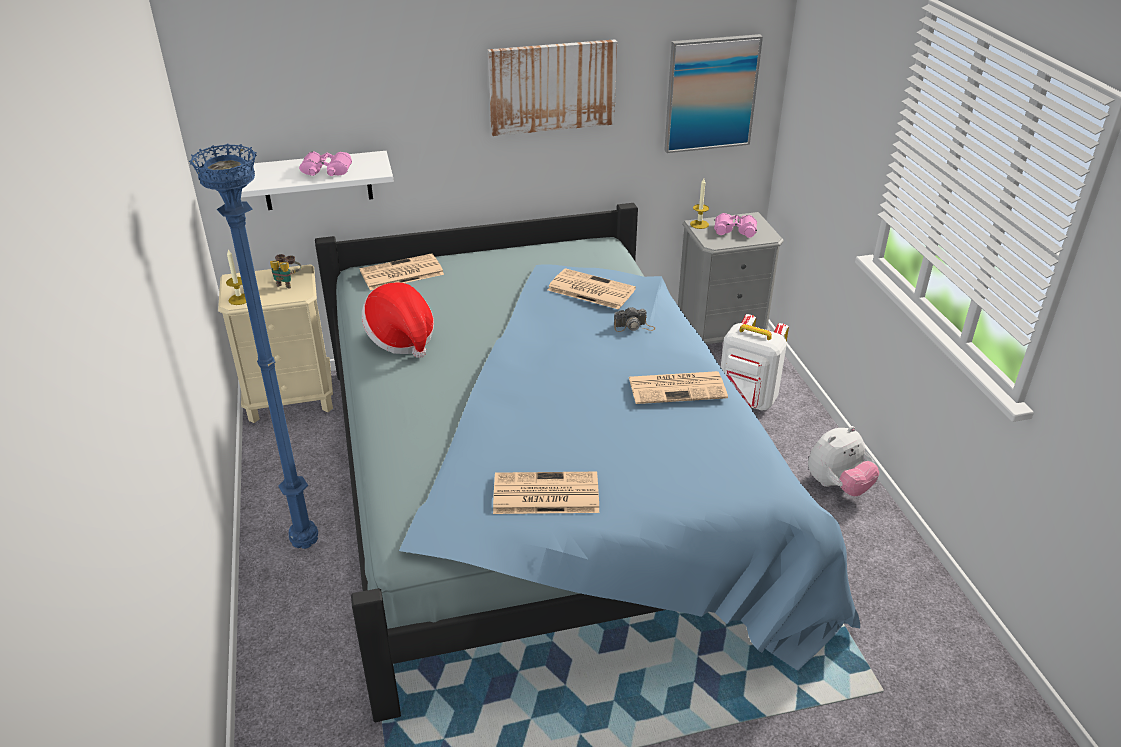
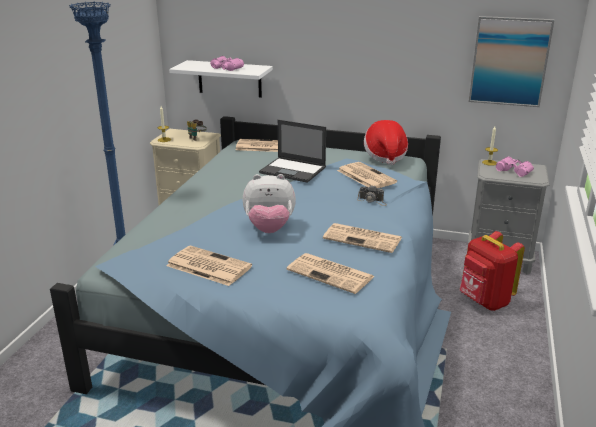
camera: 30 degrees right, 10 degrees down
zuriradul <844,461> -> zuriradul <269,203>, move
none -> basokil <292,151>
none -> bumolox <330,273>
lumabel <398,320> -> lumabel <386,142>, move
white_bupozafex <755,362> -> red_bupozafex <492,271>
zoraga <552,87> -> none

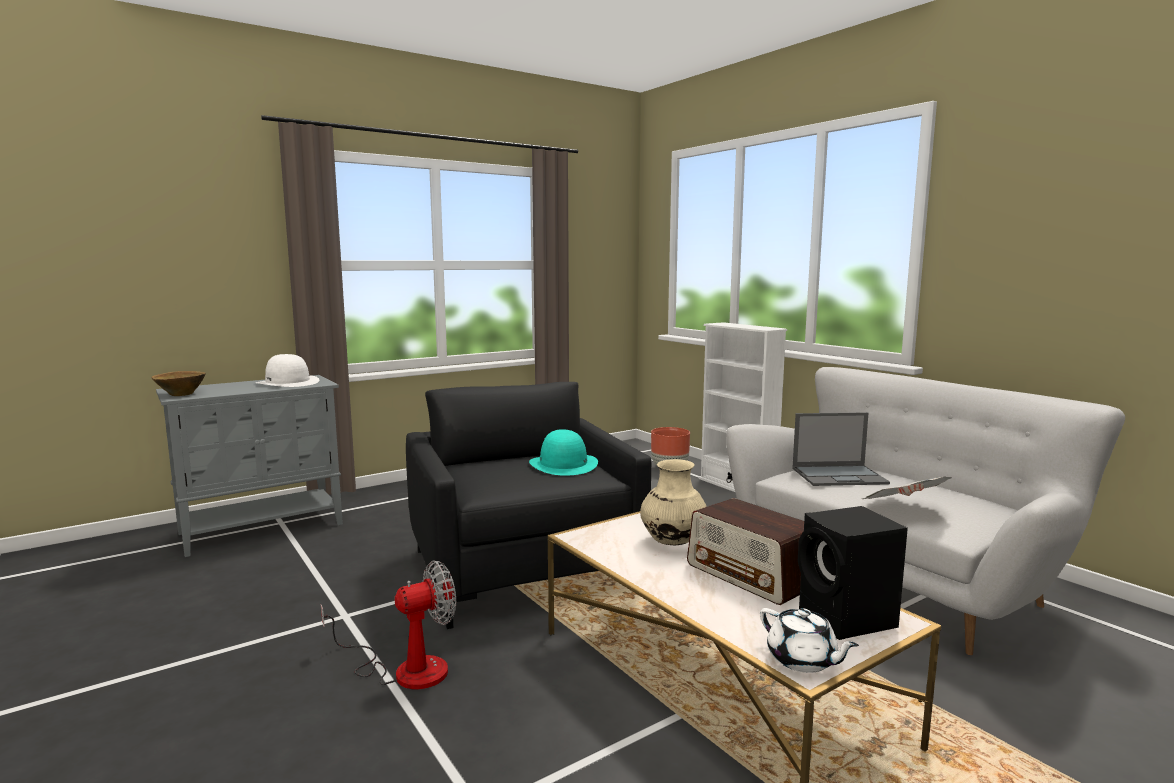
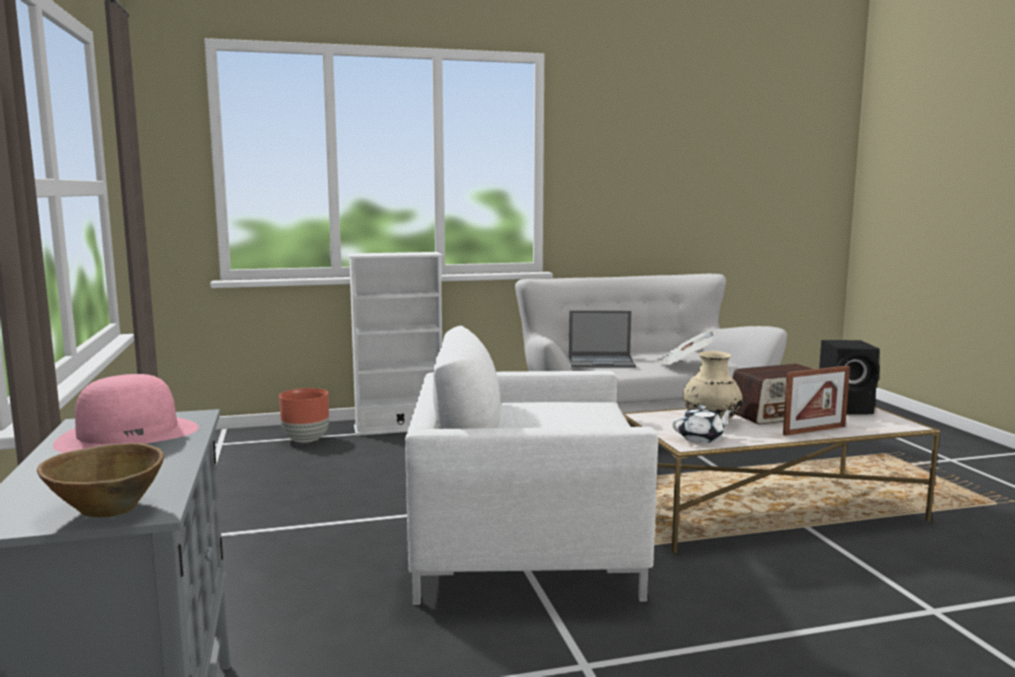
camera: 70 degrees left, 0 degrees up
white_lumabel <287,370> -> pink_lumabel <126,413>
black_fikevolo <528,505> -> white_fikevolo <531,465>
basokil <841,449> -> basokil <602,339>, 75 degrees clockwise
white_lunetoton <809,640> -> white_lunetoton <702,424>, move
none -> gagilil <816,400>
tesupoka <388,625> -> none
turquoise_lumabel <563,452> -> none

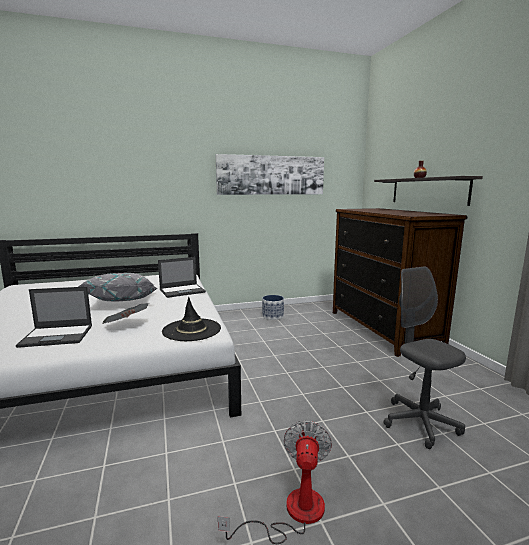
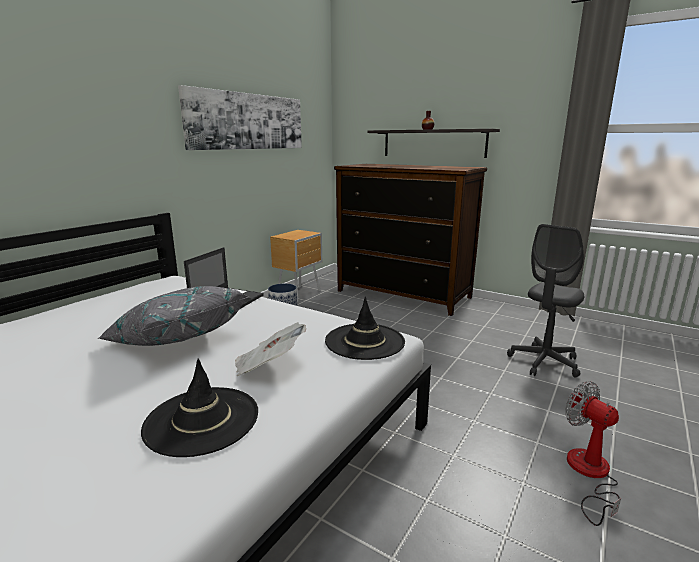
camera: 40 degrees left, 5 degrees up
basokil <54,317> -> black_lumabel <199,408>
none -> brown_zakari <296,266>
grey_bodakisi <424,357> -> grey_bodakisi <545,301>, 75 degrees counterclockwise

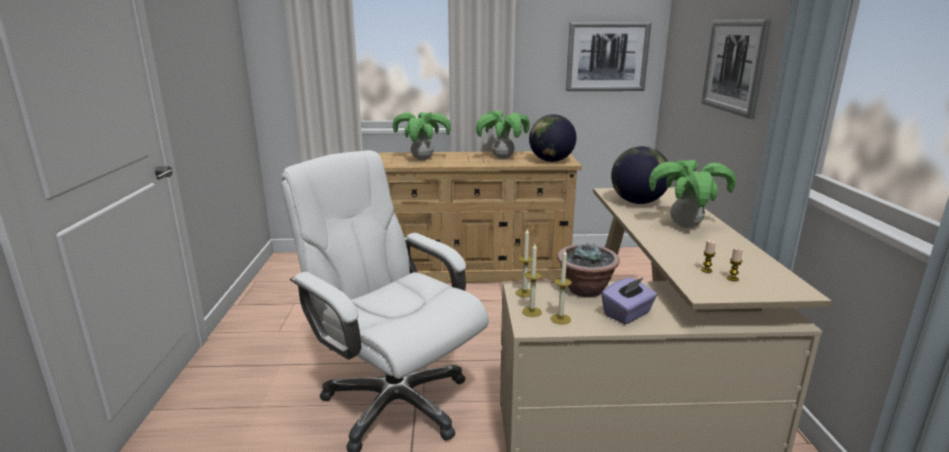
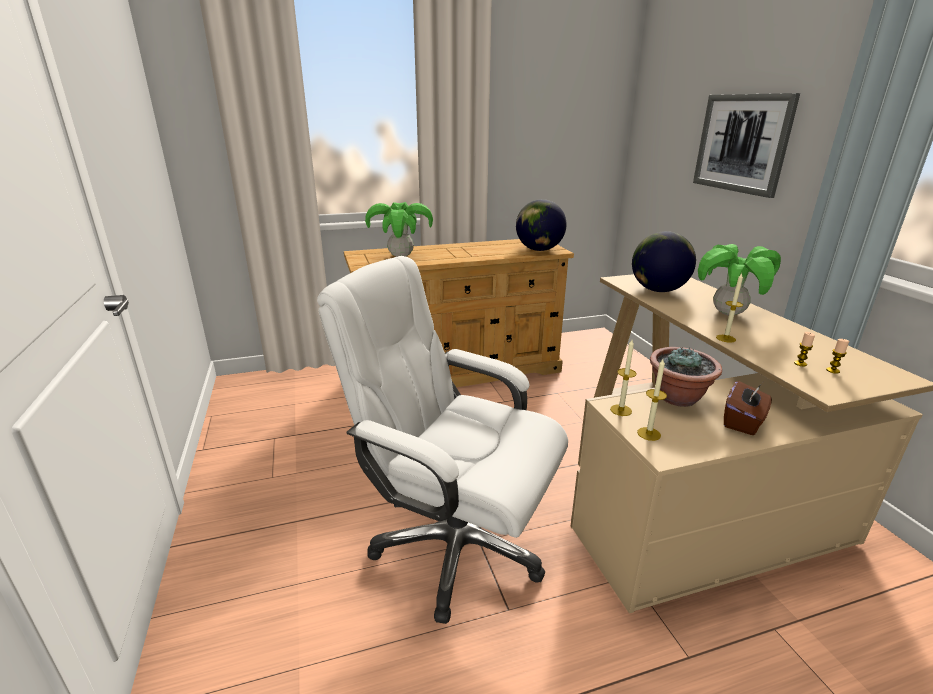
camera: 15 degrees left, 5 degrees up
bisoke <561,287> -> bisoke <729,308>, move
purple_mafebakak <629,300> -> brown_mafebakak <748,408>
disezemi <503,134> -> none
zoraga <608,56> -> none

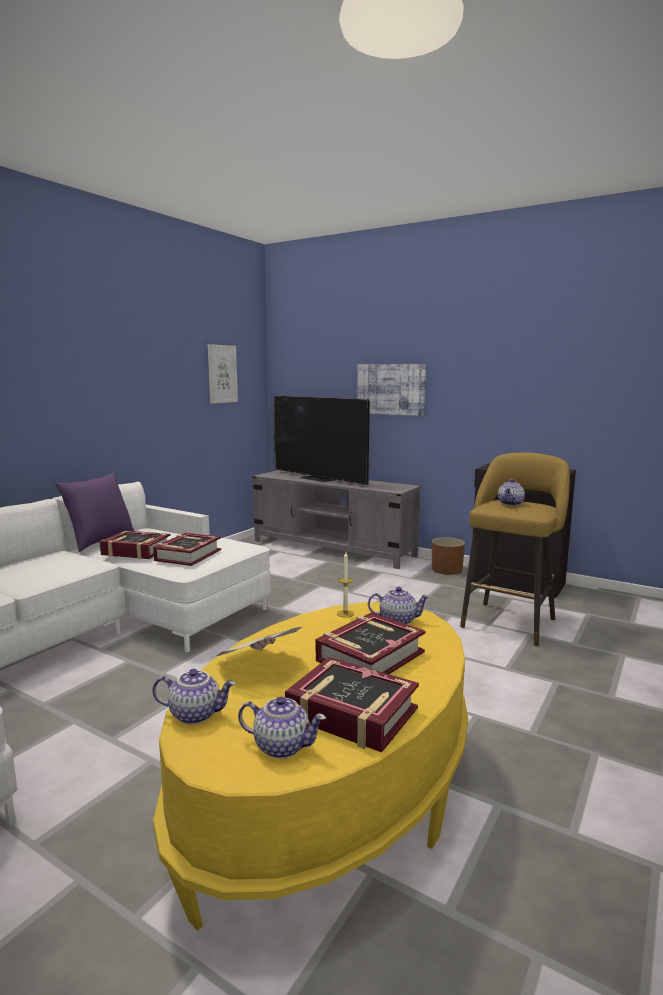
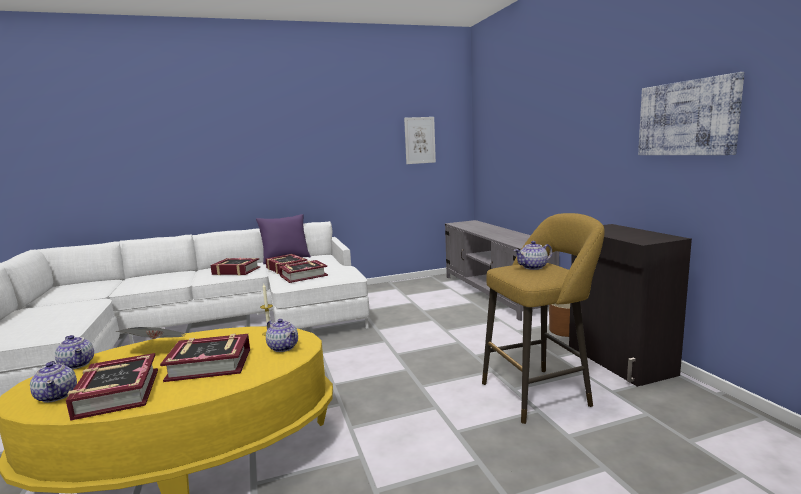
camera: 40 degrees right, 0 degrees up
none -> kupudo <235,266>
zoraga <391,390> -> zoraga <691,113>, move
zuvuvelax <322,440> -> none

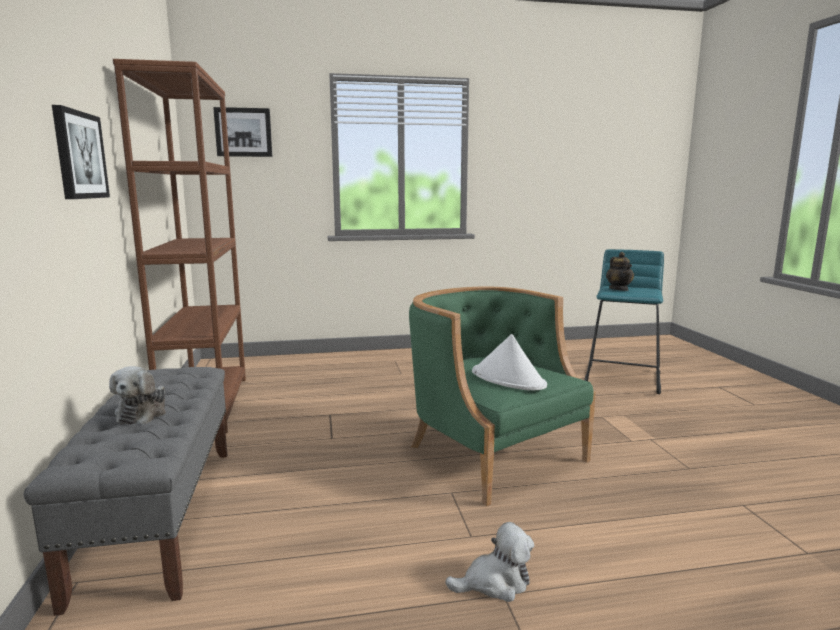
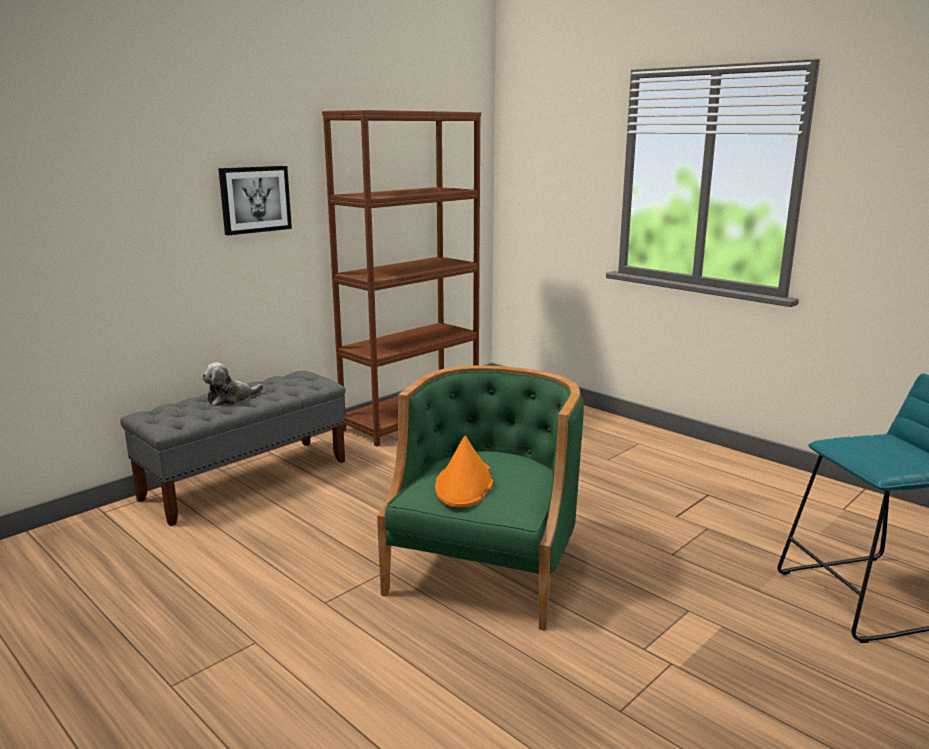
camera: 55 degrees right, 5 degrees up
white_lumabel <509,362> -> orange_lumabel <464,471>
zoraga <242,132> -> none
zuriradul <489,562> -> none
lunetoton <620,271> -> none

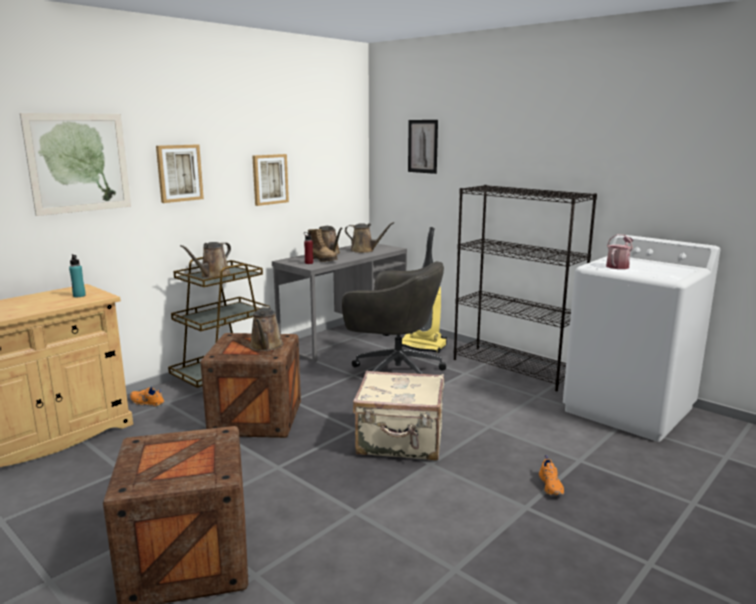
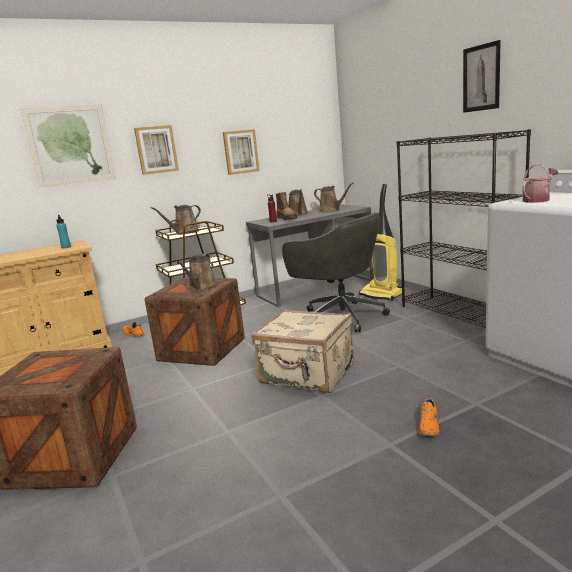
camera: 20 degrees right, 0 degrees up
zoraga <423,147> -> zoraga <482,76>, move

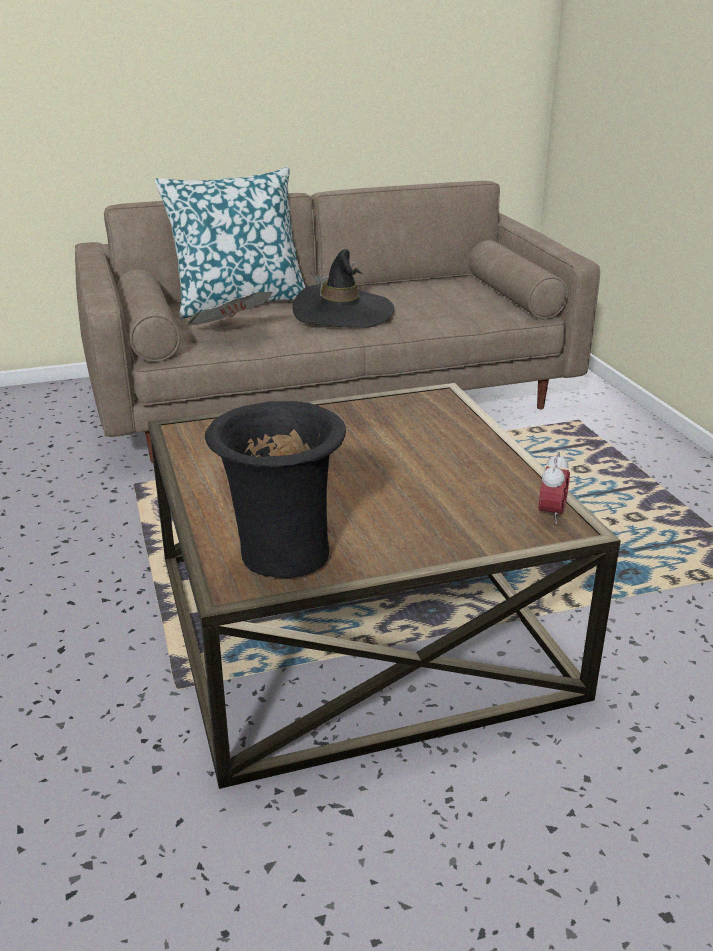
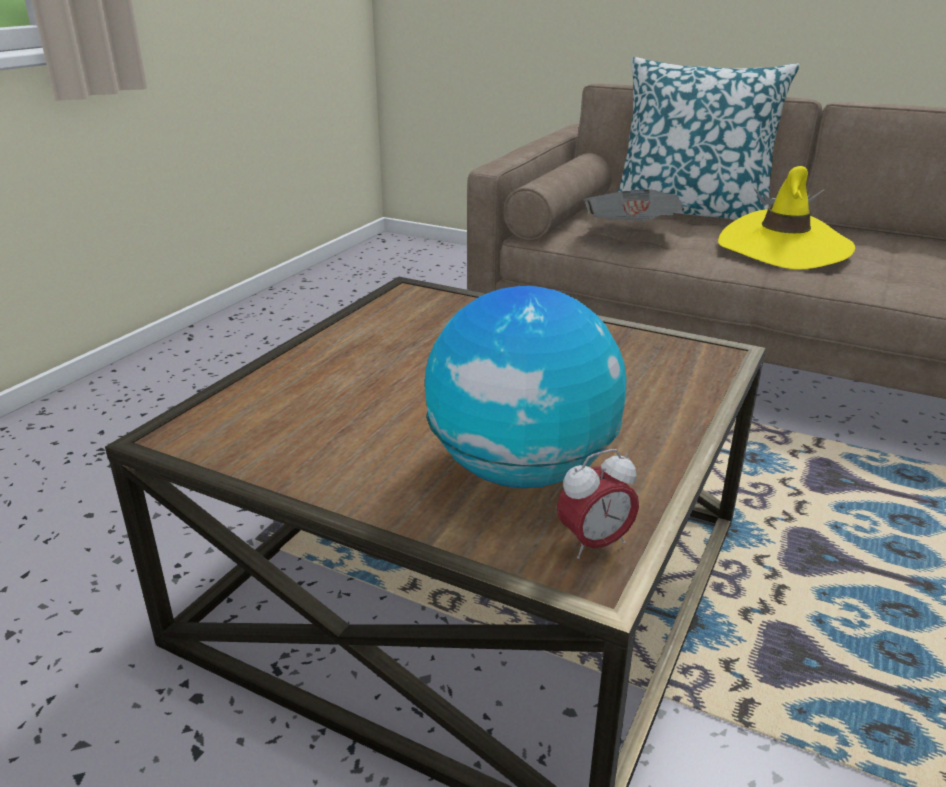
camera: 45 degrees right, 0 degrees up
none -> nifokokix <525,387>
black_lumabel <343,288> -> yellow_lumabel <786,217>
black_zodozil <275,489> -> none

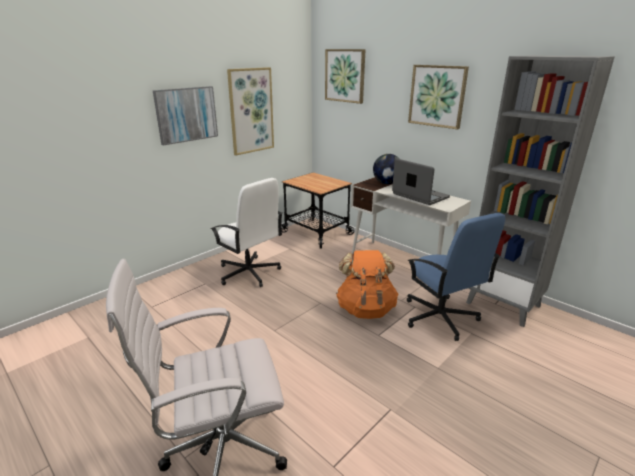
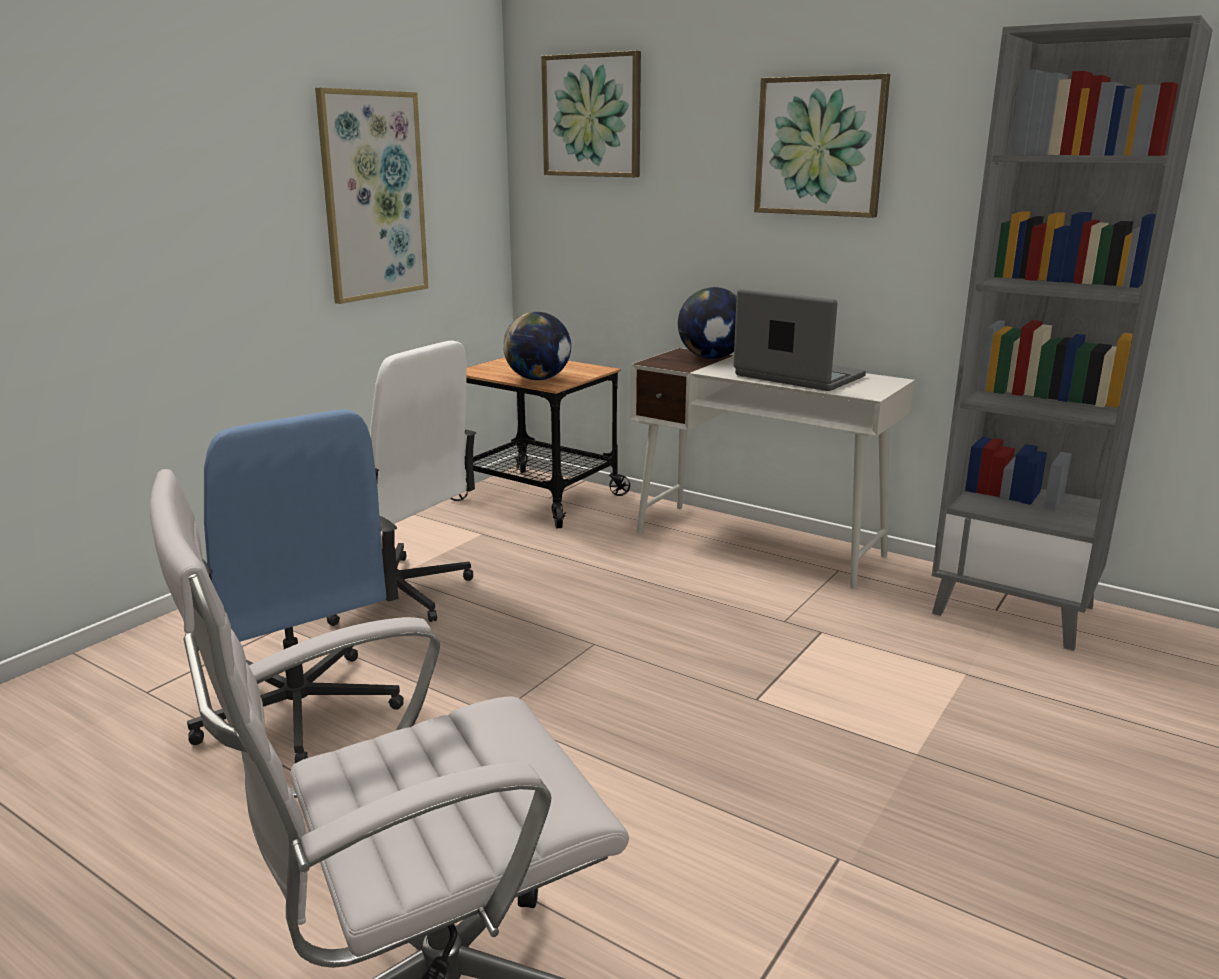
camera: 10 degrees left, 5 degrees down
blue_bodakisi <456,277> -> blue_bodakisi <295,586>, move
none -> nifokokix <537,346>
zoraga <185,116> -> none
orange_bupozafex <367,284> -> none

